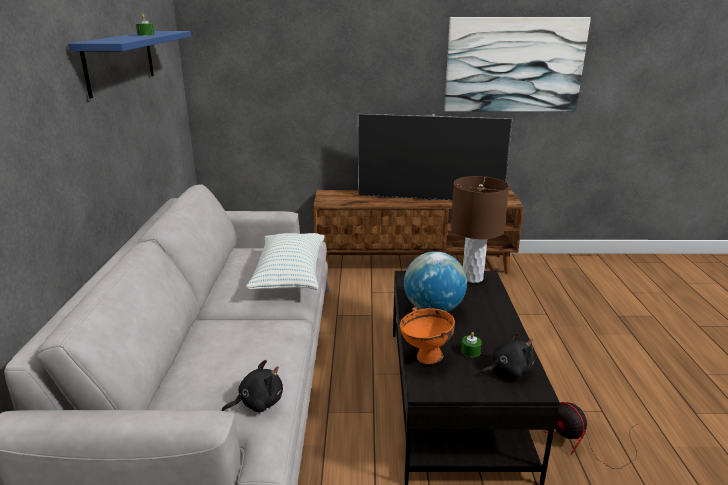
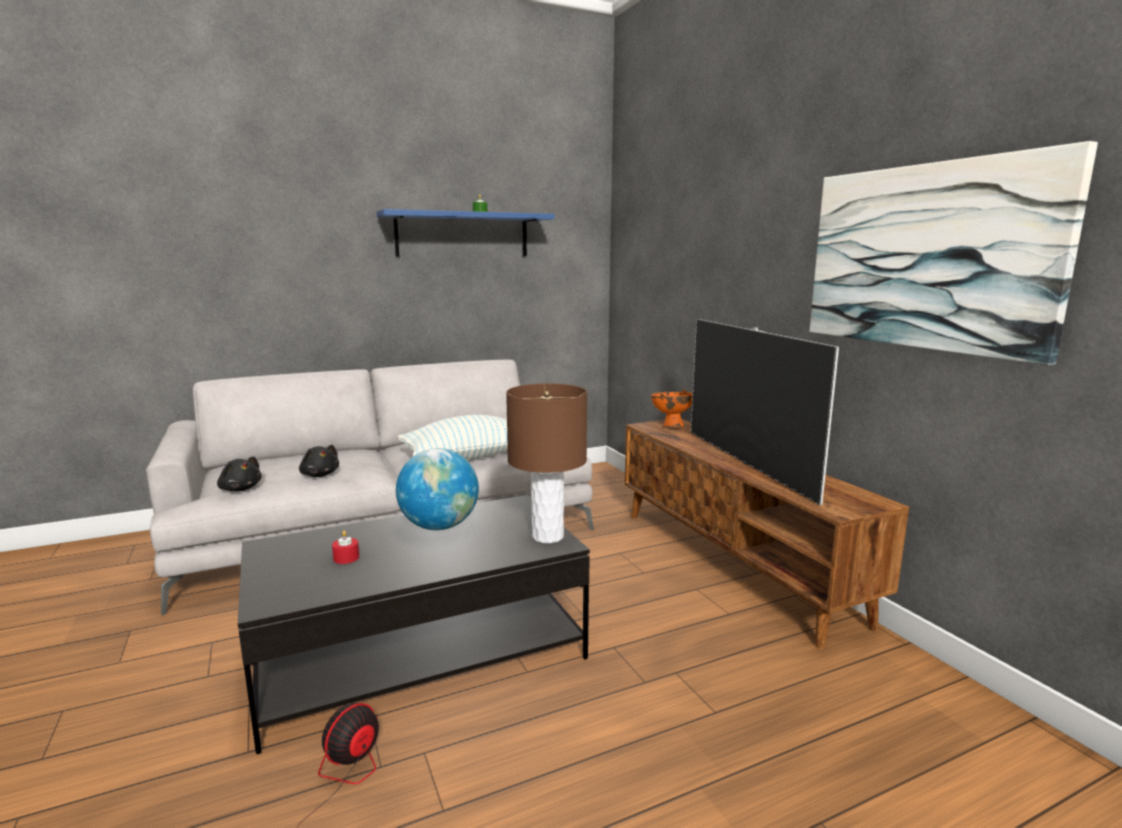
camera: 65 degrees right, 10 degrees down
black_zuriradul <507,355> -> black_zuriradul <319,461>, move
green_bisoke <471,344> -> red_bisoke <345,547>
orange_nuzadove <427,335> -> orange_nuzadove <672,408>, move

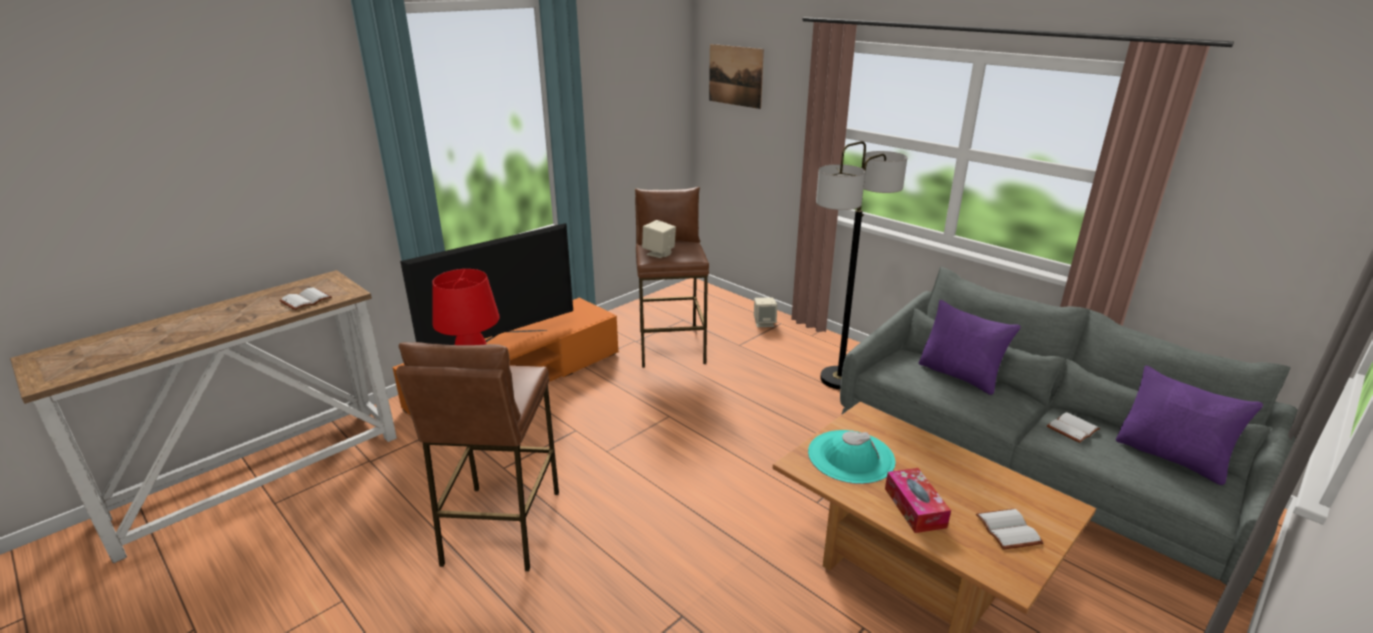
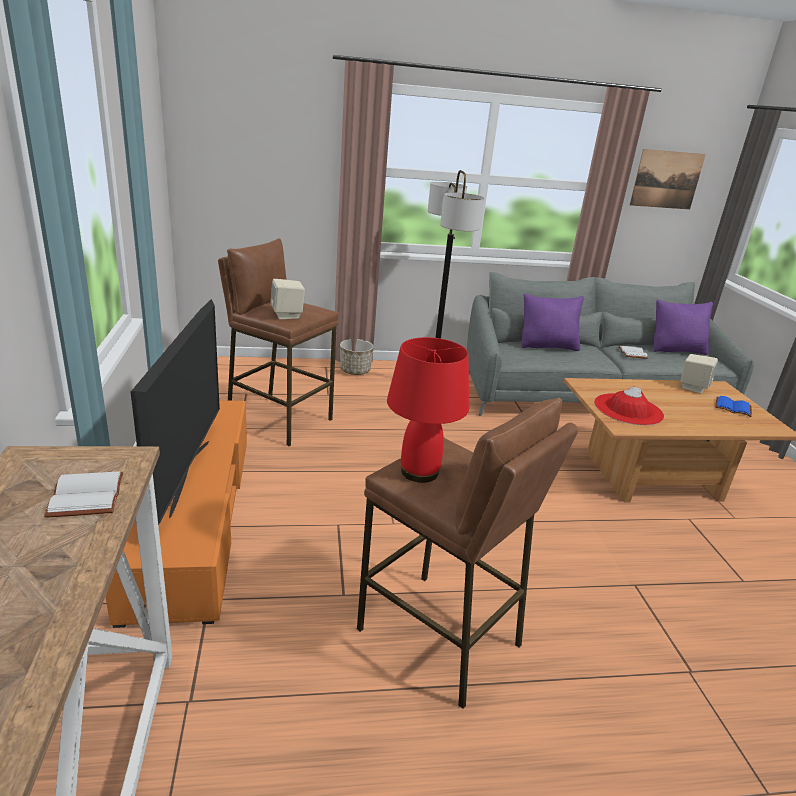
camera: 55 degrees left, 0 degrees up
none -> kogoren <357,357>
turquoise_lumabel <852,457> -> red_lumabel <629,405>
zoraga <736,76> -> zoraga <668,179>, move
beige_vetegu <765,312> -> beige_vetegu <699,374>, move
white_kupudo <1009,529> -> blue_kupudo <733,406>
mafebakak <918,500> -> none

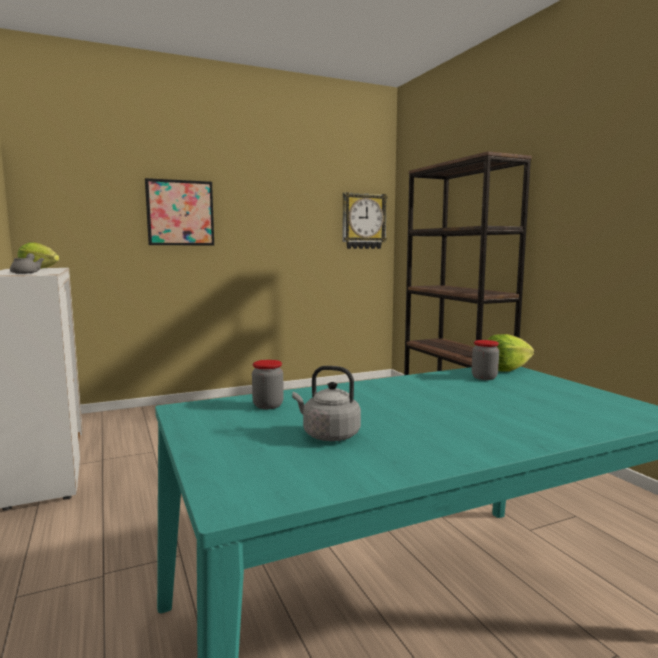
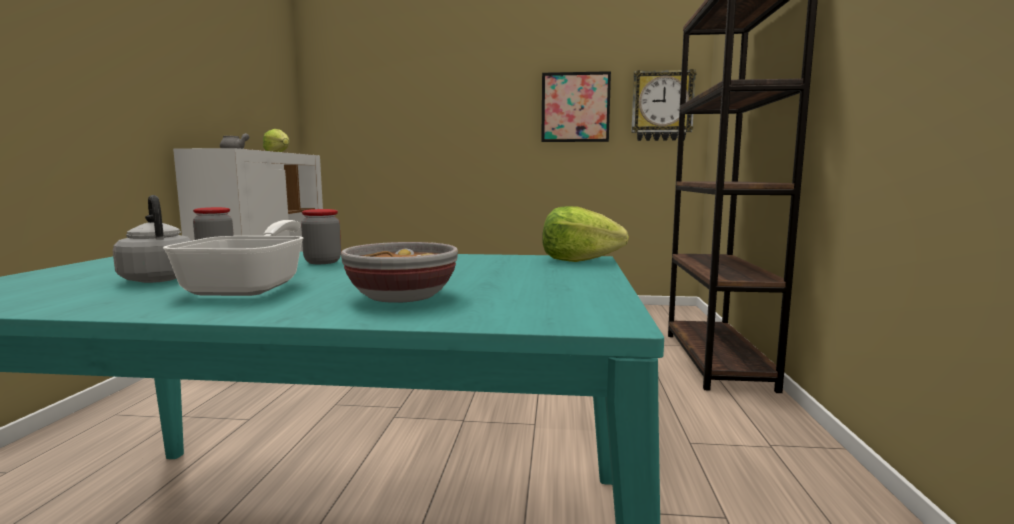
camera: 30 degrees right, 0 degrees up
none -> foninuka <233,258>
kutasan <485,360> -> kutasan <321,236>, move
none -> nuzadove <399,272>
zoraga <179,211> -> zoraga <576,106>, move

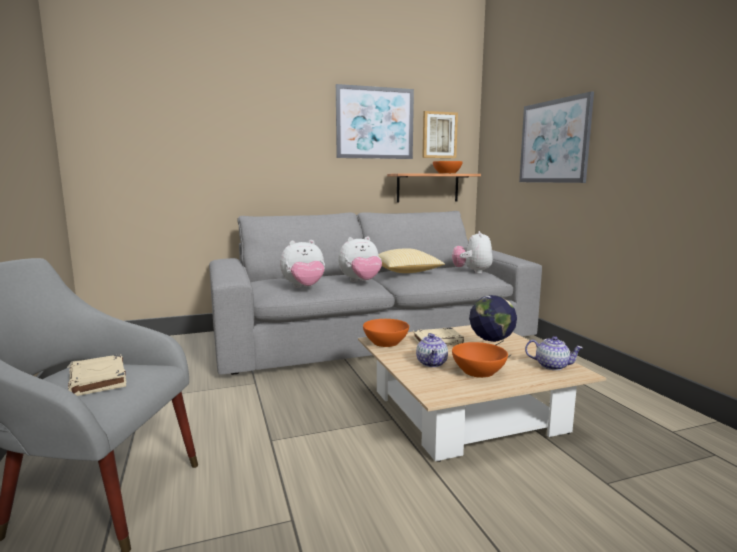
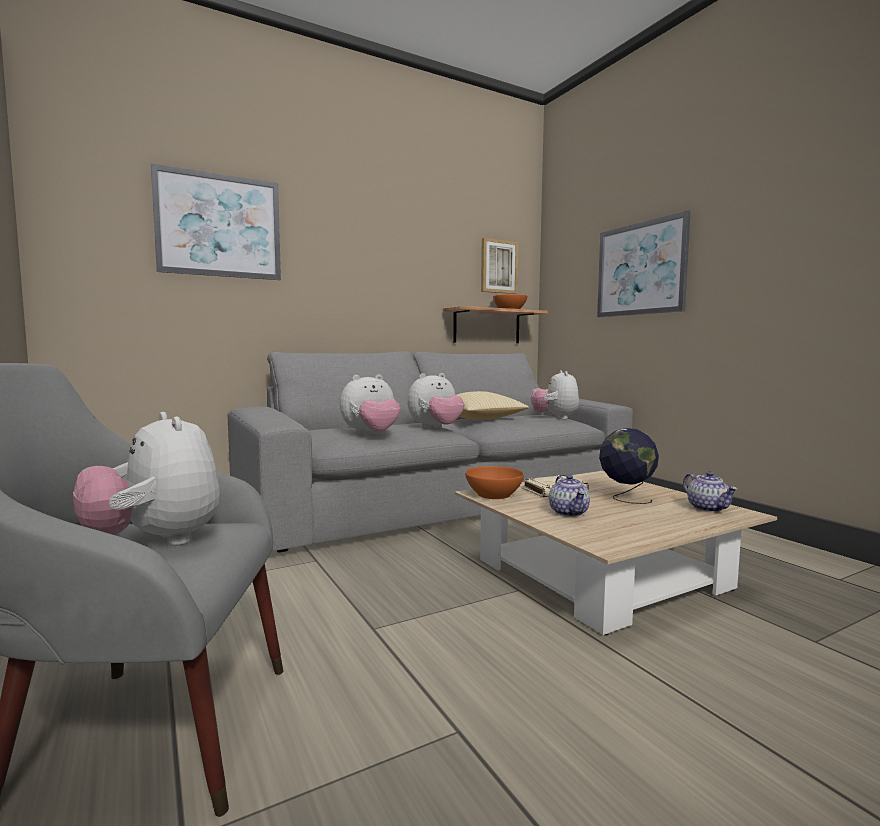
camera: 10 degrees left, 5 degrees down
beige_kupudo <97,375> -> zuriradul <147,479>
zoraga <375,121> -> zoraga <216,222>, move
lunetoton <554,353> -> lunetoton <710,491>, 60 degrees clockwise
orange_nuzadove <480,360> -> none

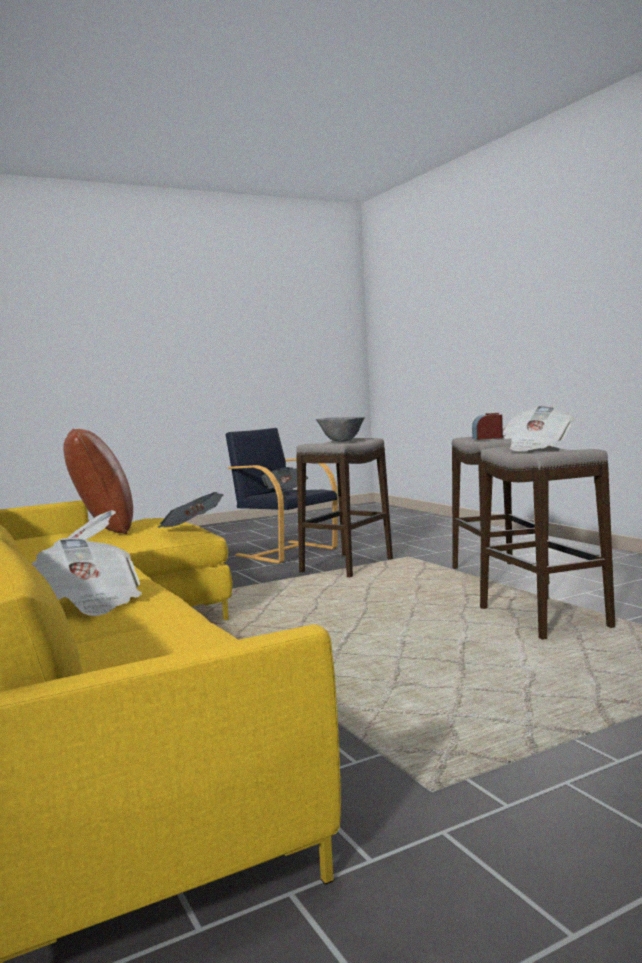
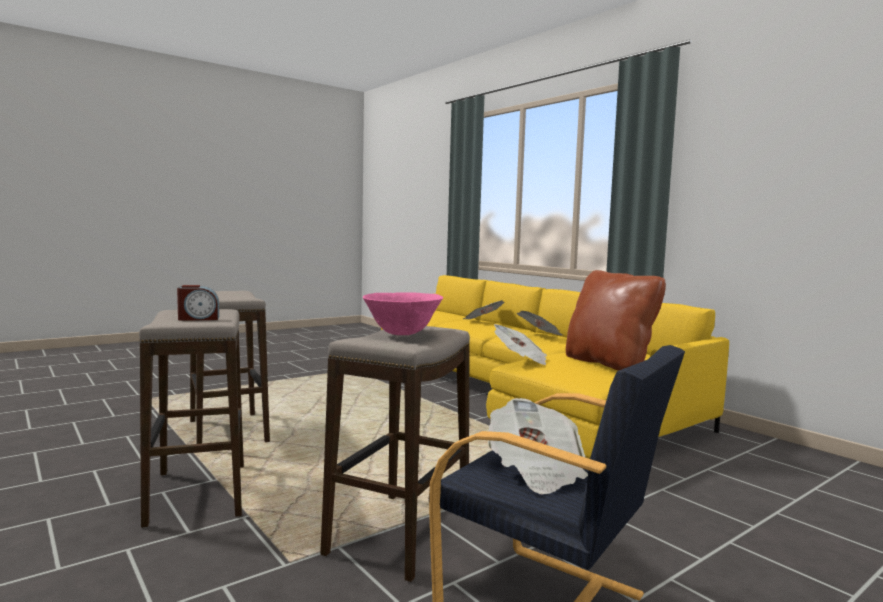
camera: 170 degrees right, 0 degrees up
grey_nuzadove <340,429> -> pink_nuzadove <403,313>
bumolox <538,428> -> none

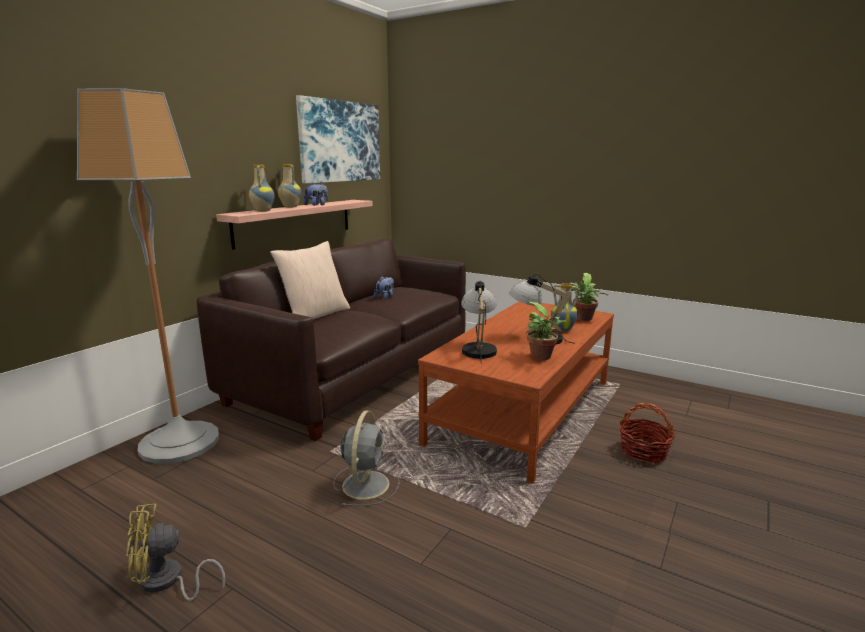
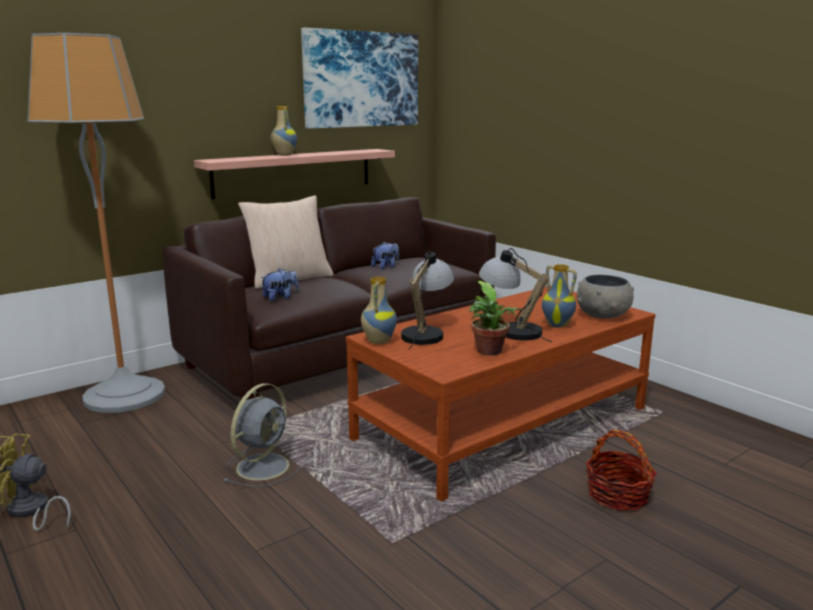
camera: 20 degrees right, 0 degrees up
zuriradul <316,195> -> zuriradul <279,284>, move
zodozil <262,188> -> zodozil <379,310>, move
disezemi <588,297> -> grey_nuzadove <605,297>

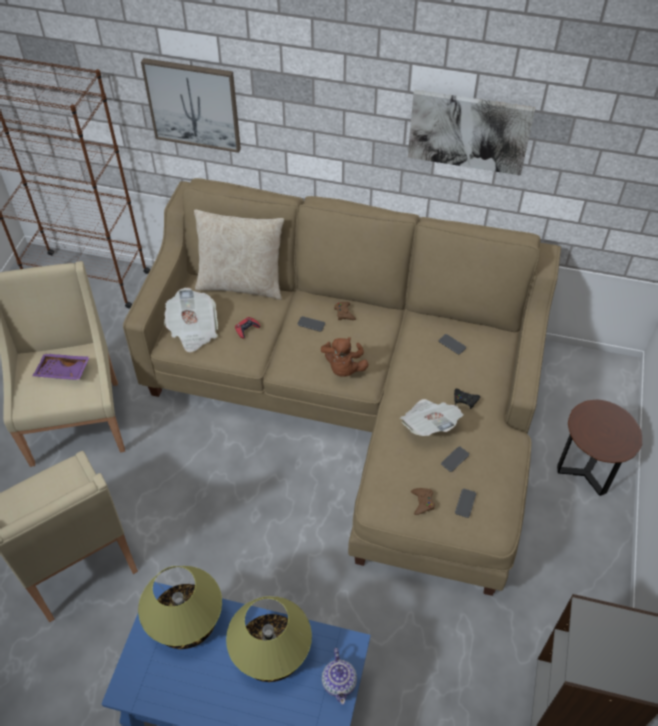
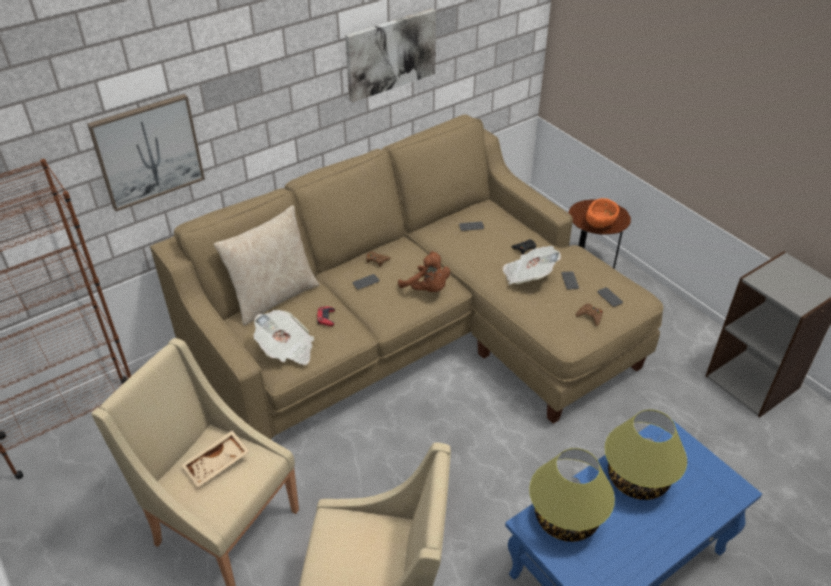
camera: 50 degrees left, 10 degrees down
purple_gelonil <61,367> -> beige_gelonil <216,458>
none -> orange_nuzadove <602,213>
lunetoton <339,676> -> none

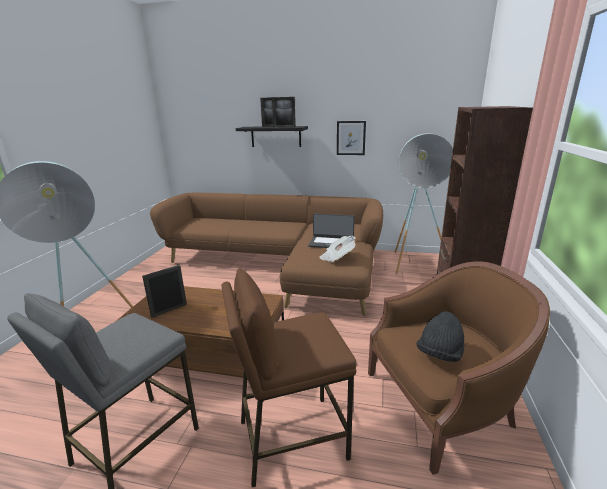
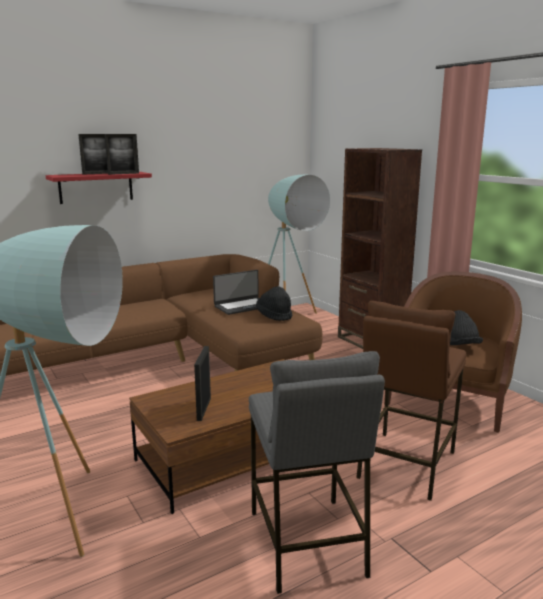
camera: 45 degrees left, 5 degrees down
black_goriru <272,136> -> red_goriru <99,188>
bumolox <338,249> -> black_lumabel <274,303>
zoraga <351,138> -> none

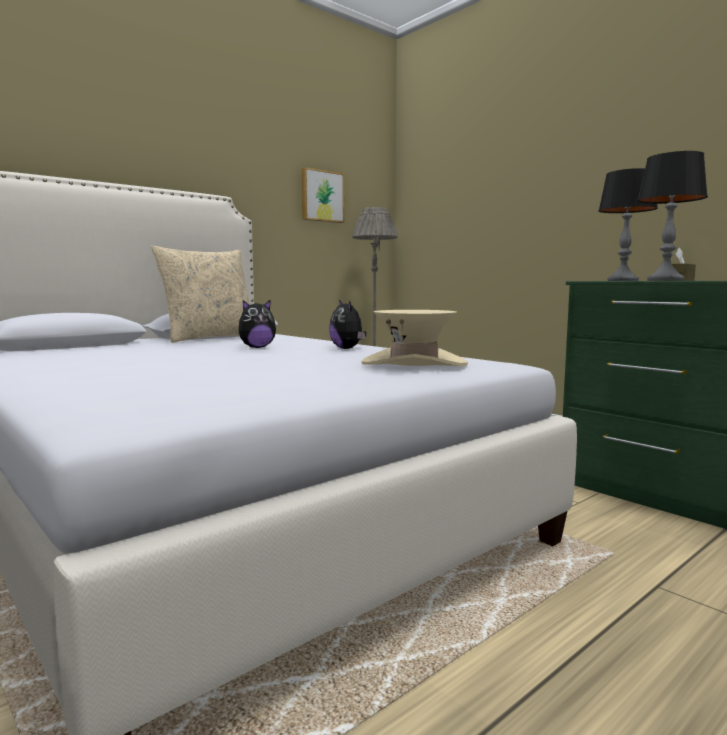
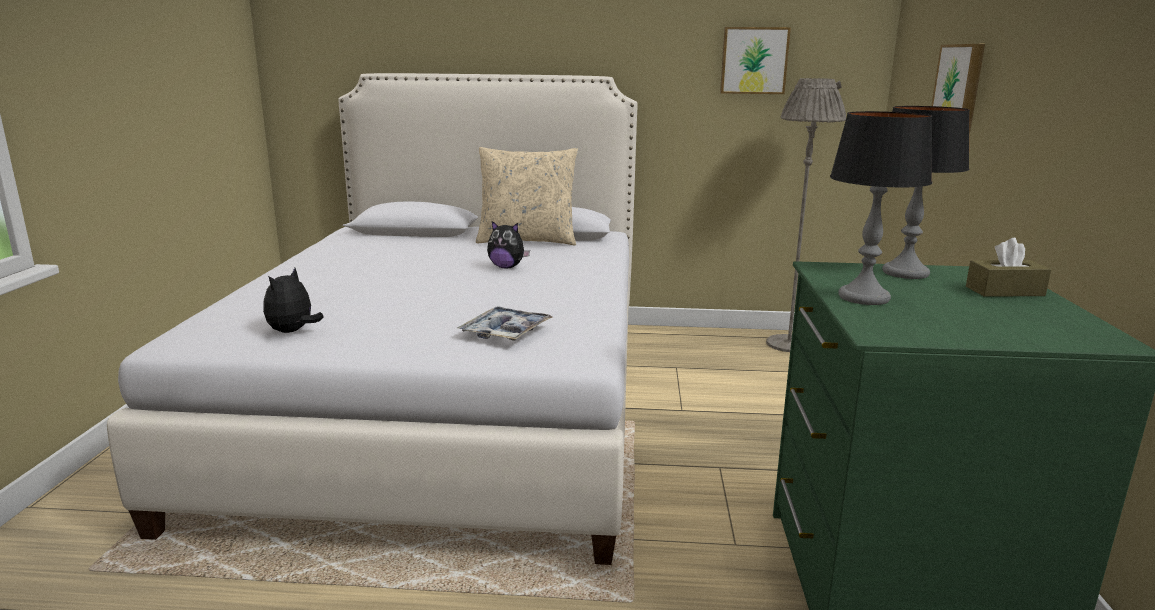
camera: 45 degrees right, 10 degrees up
zuriradul <347,324> -> zuriradul <293,300>, move
beige_lumabel <414,338> -> gelonil <504,323>
none -> zoraga <958,88>

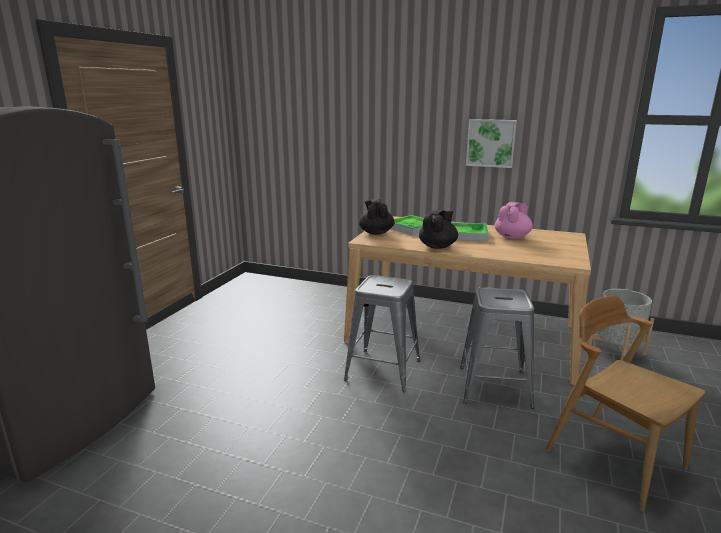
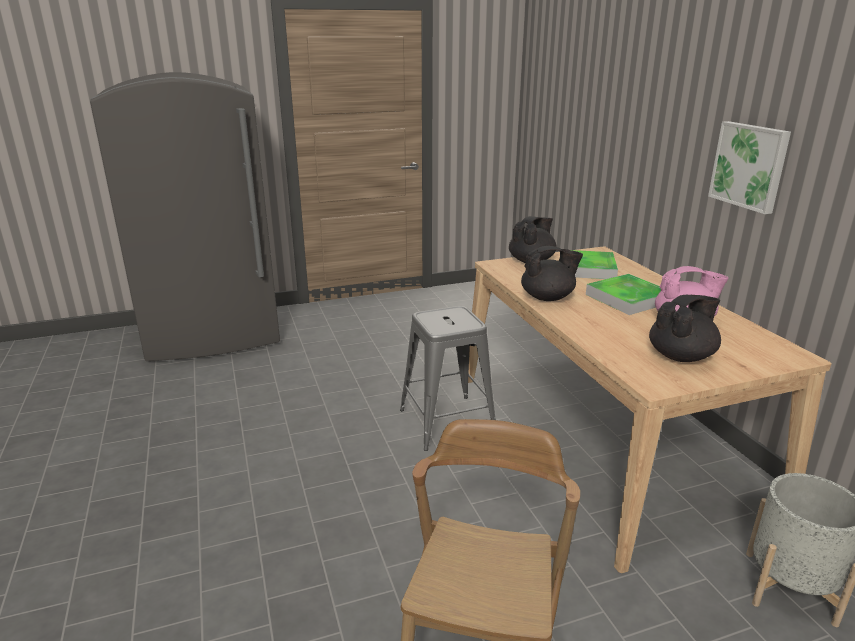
camera: 50 degrees right, 5 degrees up
none -> black_lunetoton <685,328>
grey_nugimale <497,348> -> none

